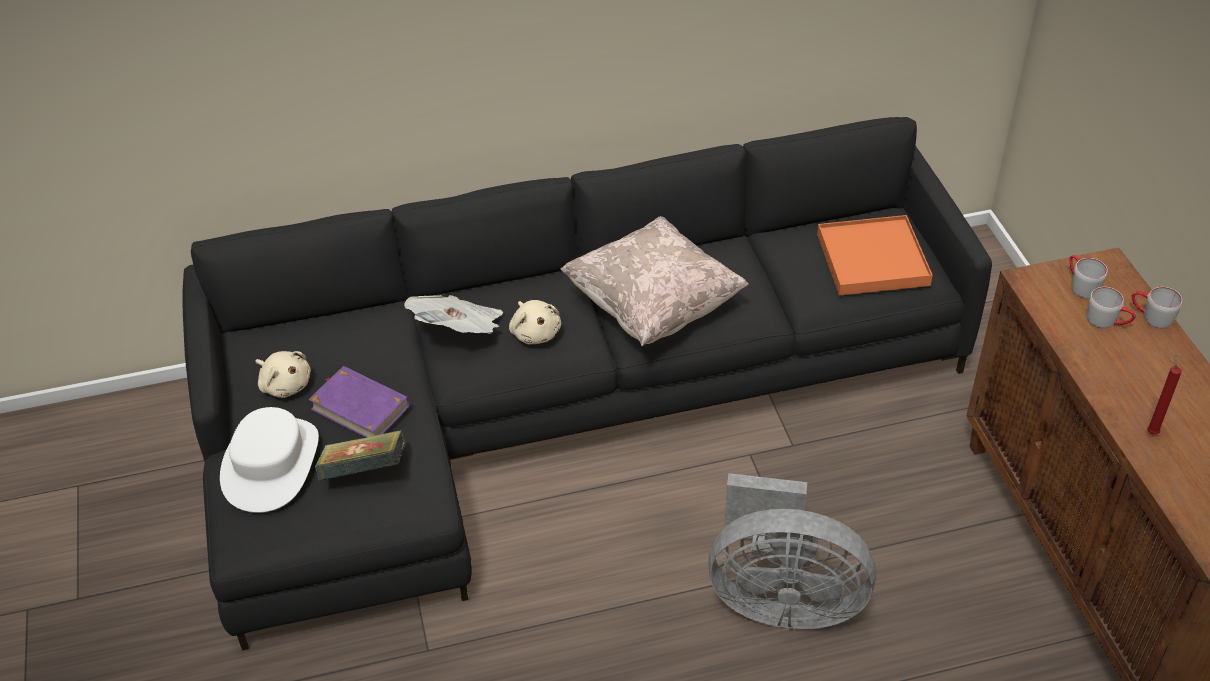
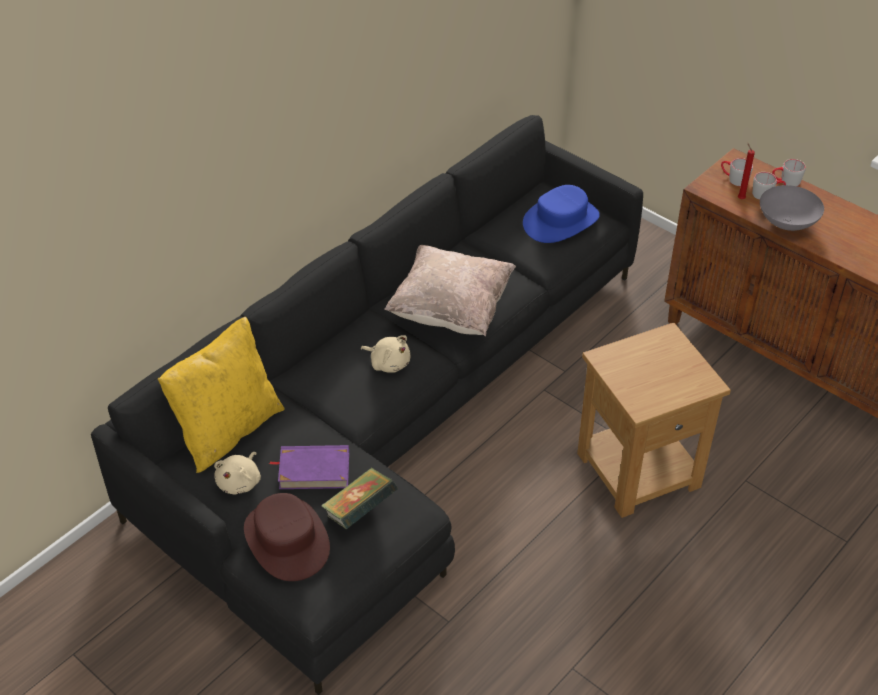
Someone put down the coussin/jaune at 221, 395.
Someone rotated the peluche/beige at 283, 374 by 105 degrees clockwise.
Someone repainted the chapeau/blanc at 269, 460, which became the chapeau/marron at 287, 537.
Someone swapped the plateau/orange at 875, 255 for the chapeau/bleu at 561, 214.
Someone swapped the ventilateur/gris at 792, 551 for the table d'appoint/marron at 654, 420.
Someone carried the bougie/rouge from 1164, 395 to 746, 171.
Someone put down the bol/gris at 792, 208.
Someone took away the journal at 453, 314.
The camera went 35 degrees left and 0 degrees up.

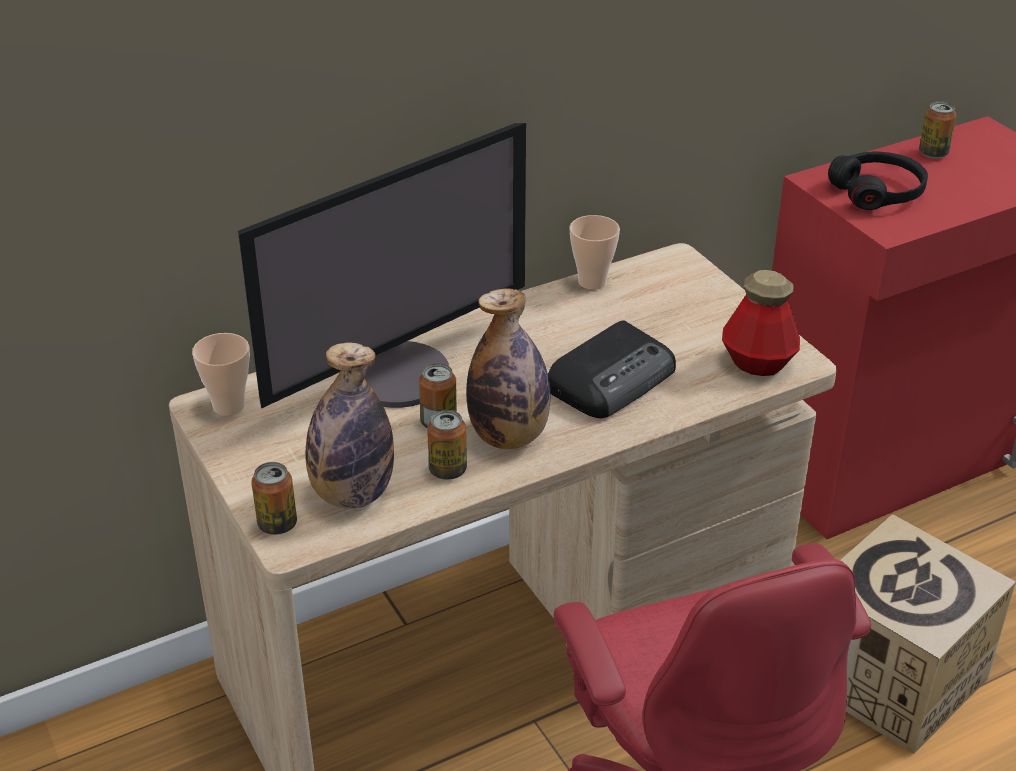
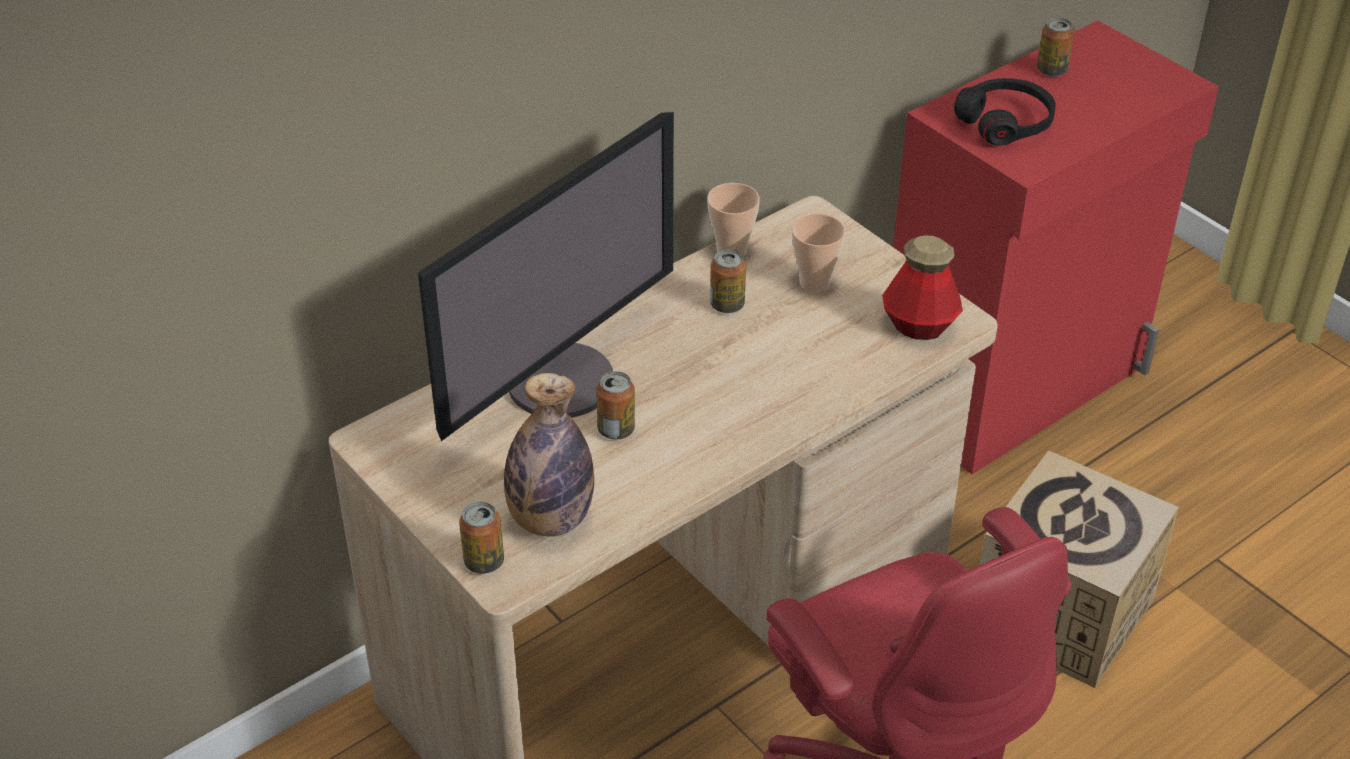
Someone carried the boîte métallique from 447, 445 to 728, 281.
Someone carried the tasse from 221, 374 to 818, 253.
Someone took away the bouteille at 508, 369.
Someone took away the radio at 612, 369.
The camera went 10 degrees left and 5 degrees up.

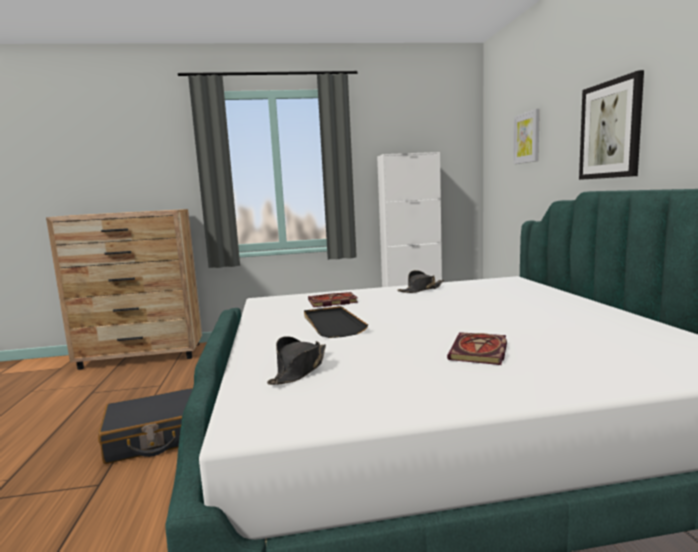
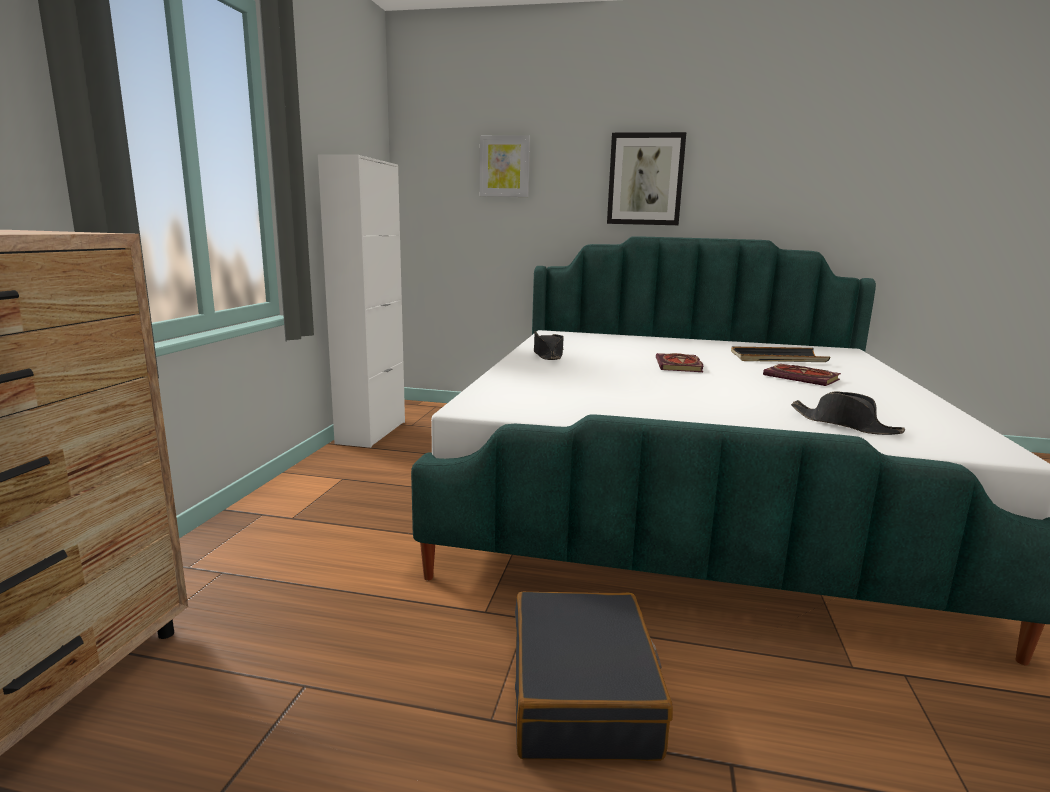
Someone carried the livre from 333, 299 to 680, 362.
Someone carried the plateau/noir from 336, 322 to 780, 354.
The camera went 70 degrees left and 5 degrees up.

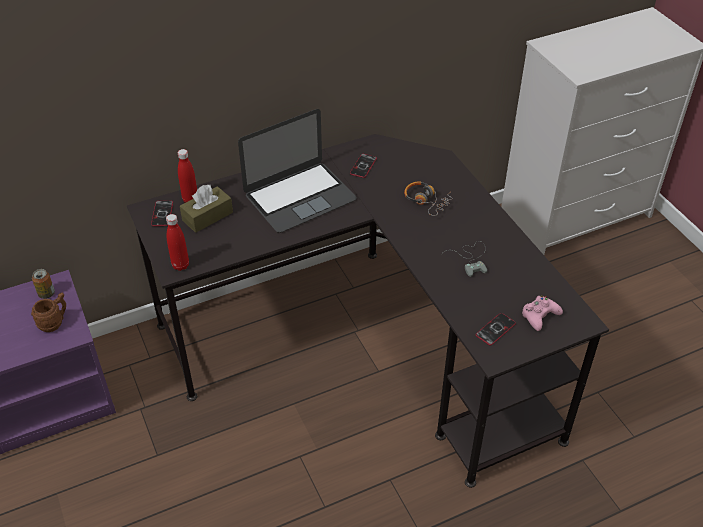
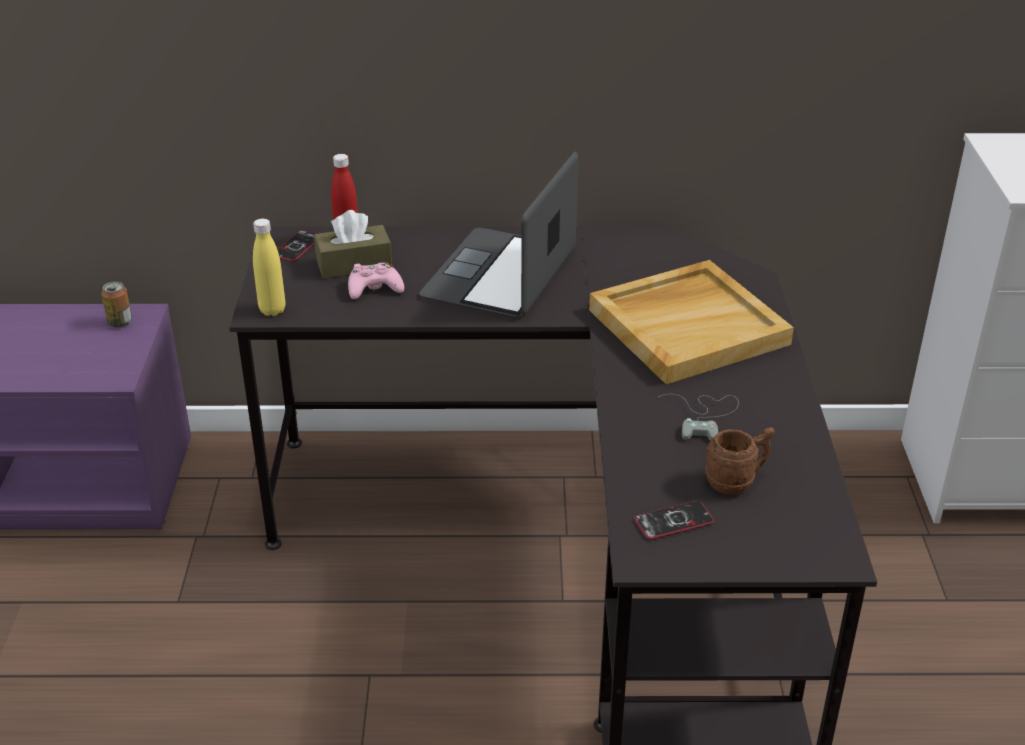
Someone repainted the bouteille/rouge at 177, 242, which became the bouteille/jaune at 269, 267.
Someone carried the manette/rose from 542, 313 to 376, 280.
Someone rotated the ordinateur portable at 297, 171 by 120 degrees clockwise.
Someone swapped the casque audio at 428, 198 for the plateau/beige at 691, 322.
Someone carried the mug/marron from 48, 312 to 740, 461.
Someone took away the téléphone at 363, 166.
The camera went 25 degrees right and 10 degrees down.

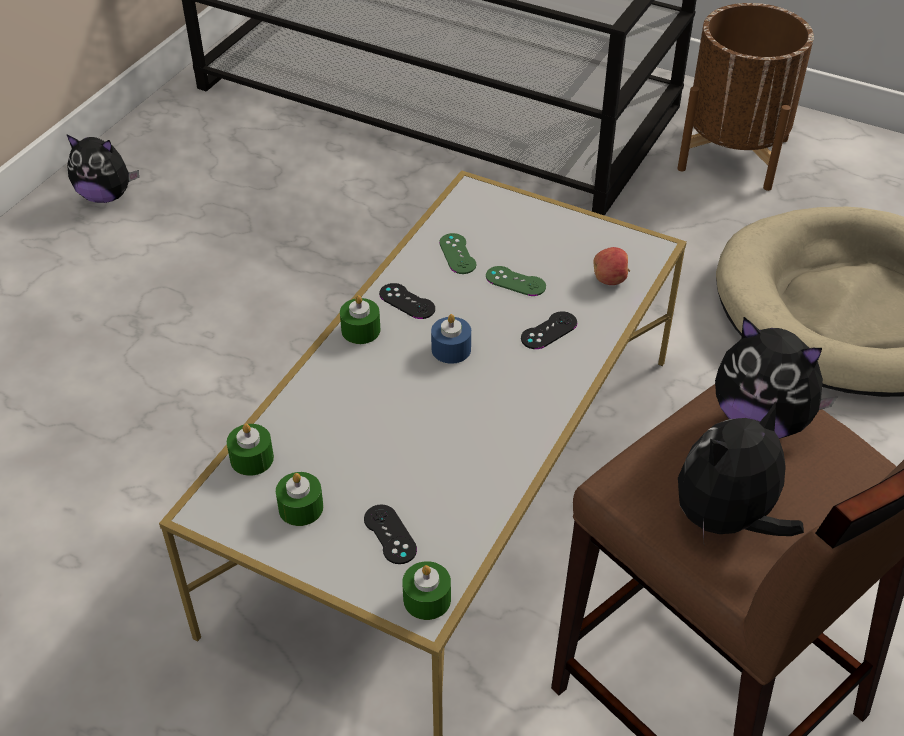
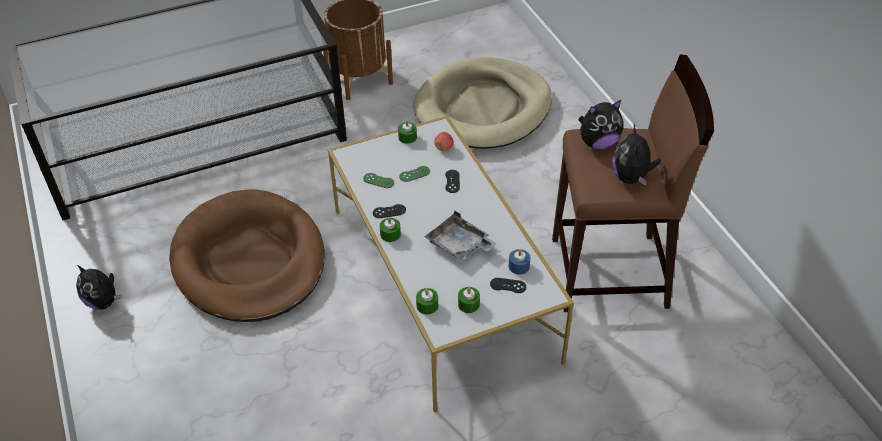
Someone rotated the peluche at 102, 168 by 75 degrees clockwise.
Someone put down the panier pour chien/marron at 247, 255.
Someone carried the bougie/vert from 426, 590 to 407, 132.
Someone put down the plateau/gris at 460, 235.
Someone carried the bougie/bleu from 451, 339 to 519, 262.
The camera went 50 degrees left and 0 degrees up.

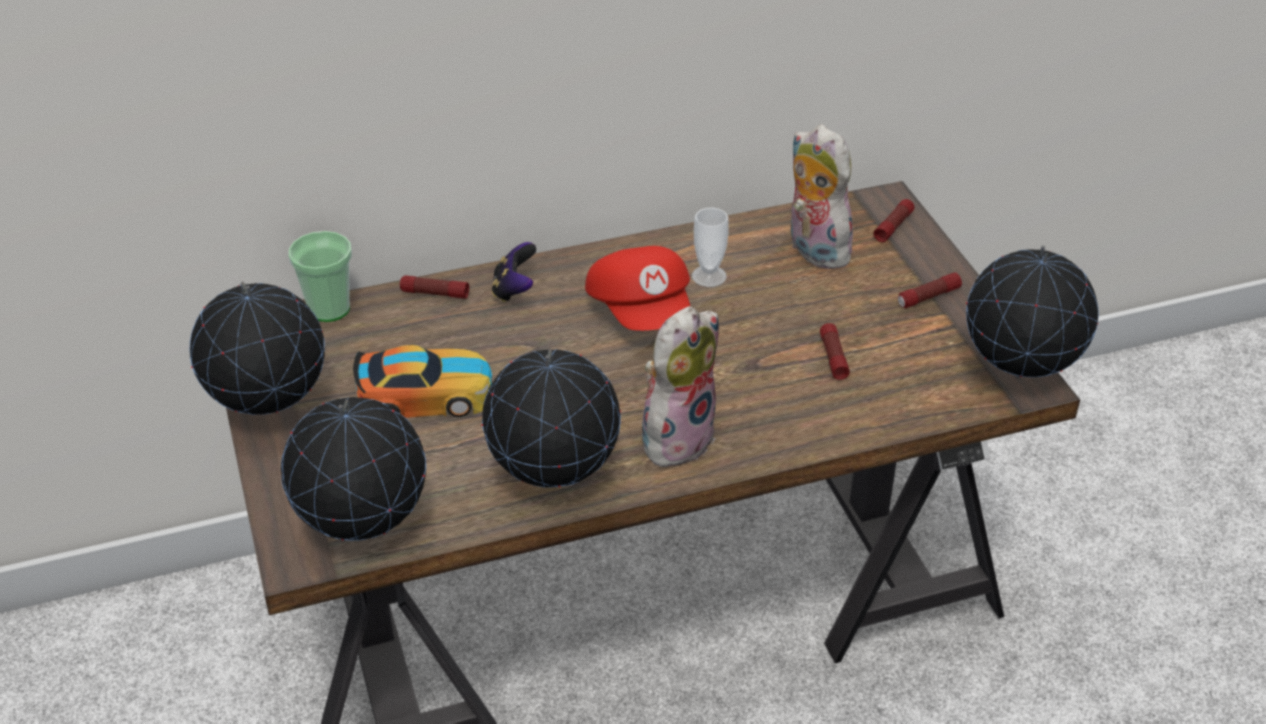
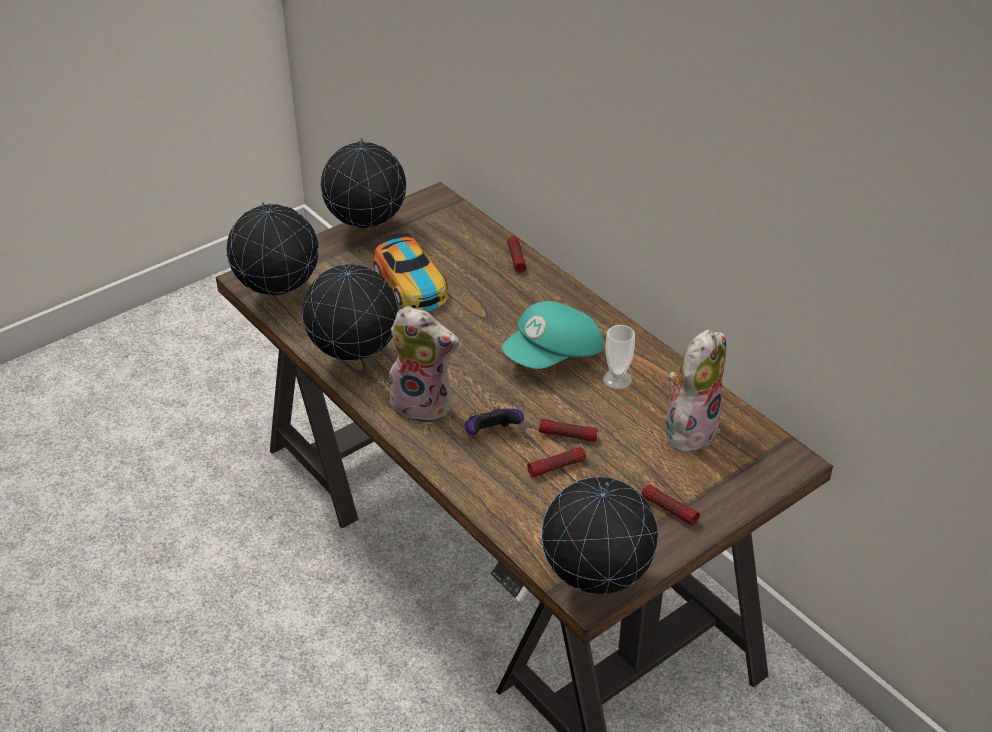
Someone carried the manette from 514, 272 to 494, 420.
Someone repainted the casquette/rouge at 638, 288, which became the casquette/turquoise at 552, 335.
Someone carried the lampe de poche from 894, 220 to 568, 430.
Someone took away the tasse at 320, 276.
The camera went 70 degrees right and 0 degrees up.

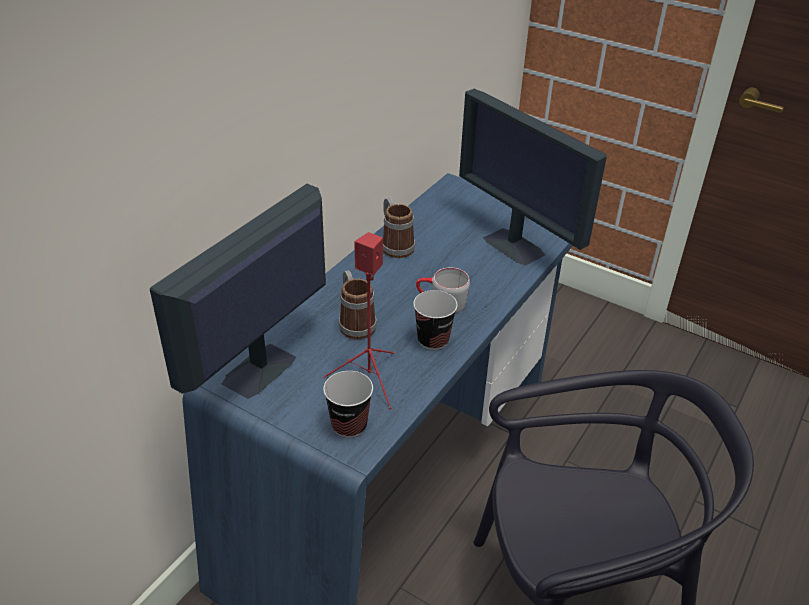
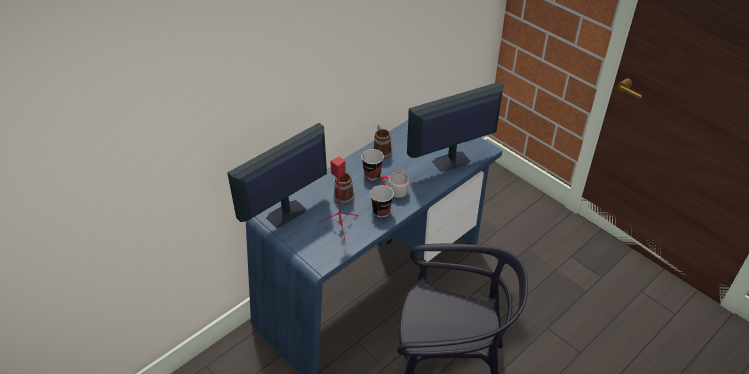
Someone carried the tasse from 348, 404 to 372, 164.
Someone rotated the écran d'ordinateur at 533, 177 by 90 degrees clockwise.
The camera went 15 degrees right and 5 degrees up.

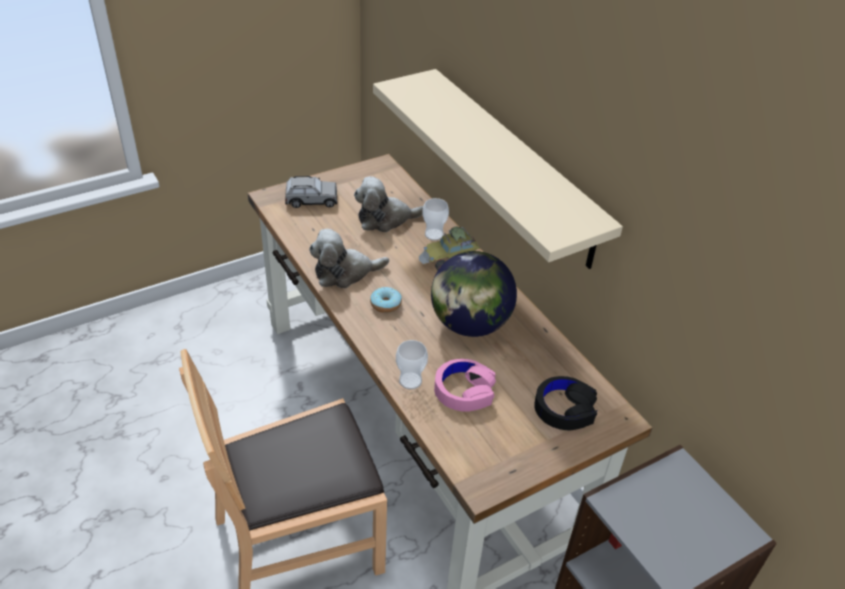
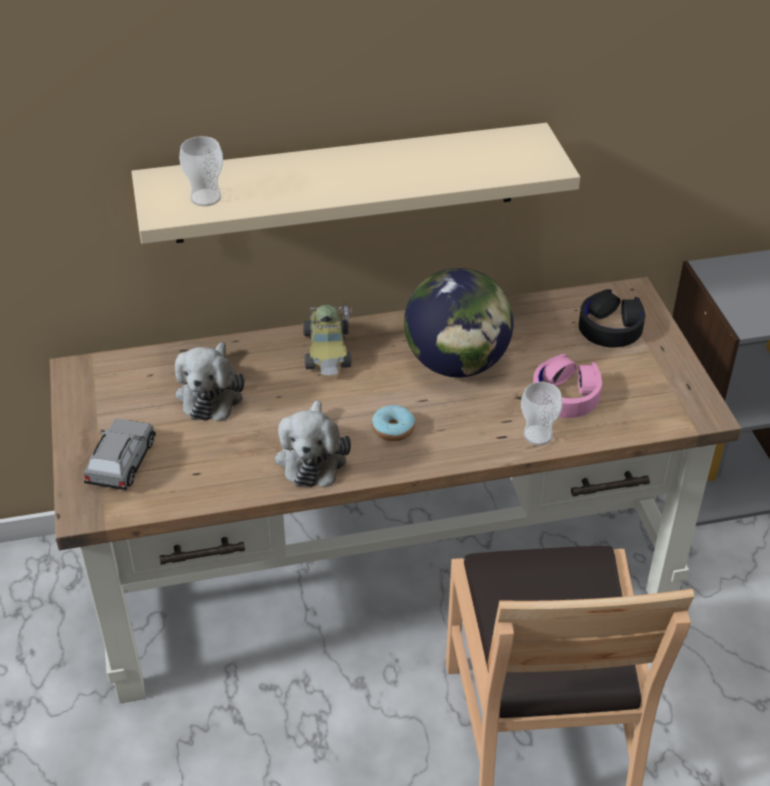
Someone carried the tasse from 435, 219 to 201, 171.
The camera went 70 degrees left and 0 degrees up.

